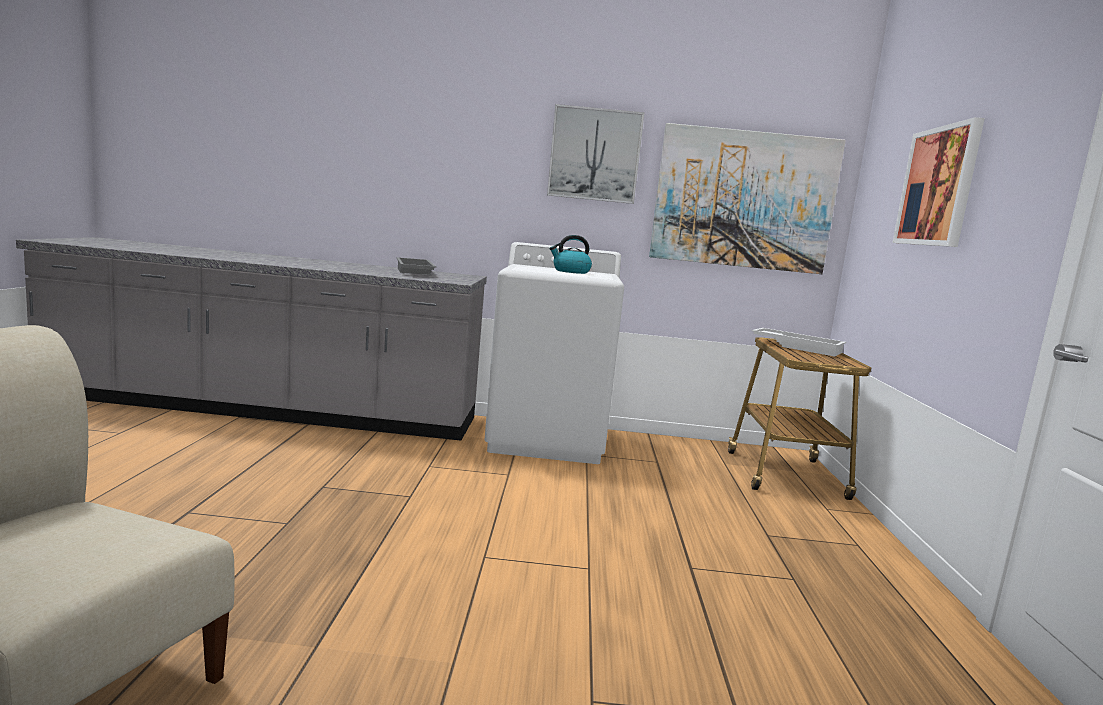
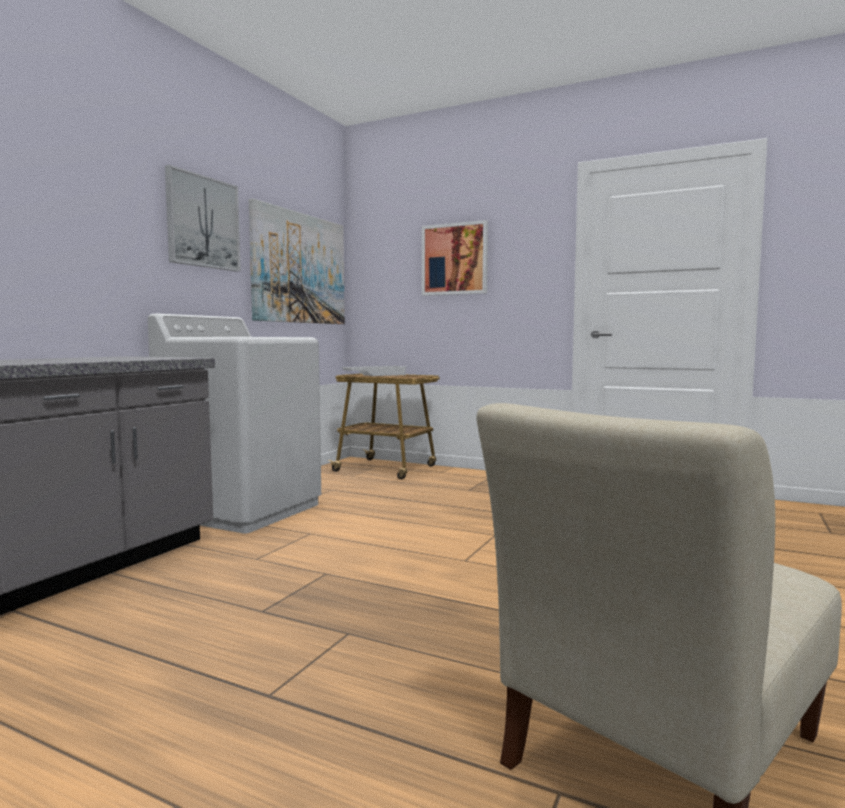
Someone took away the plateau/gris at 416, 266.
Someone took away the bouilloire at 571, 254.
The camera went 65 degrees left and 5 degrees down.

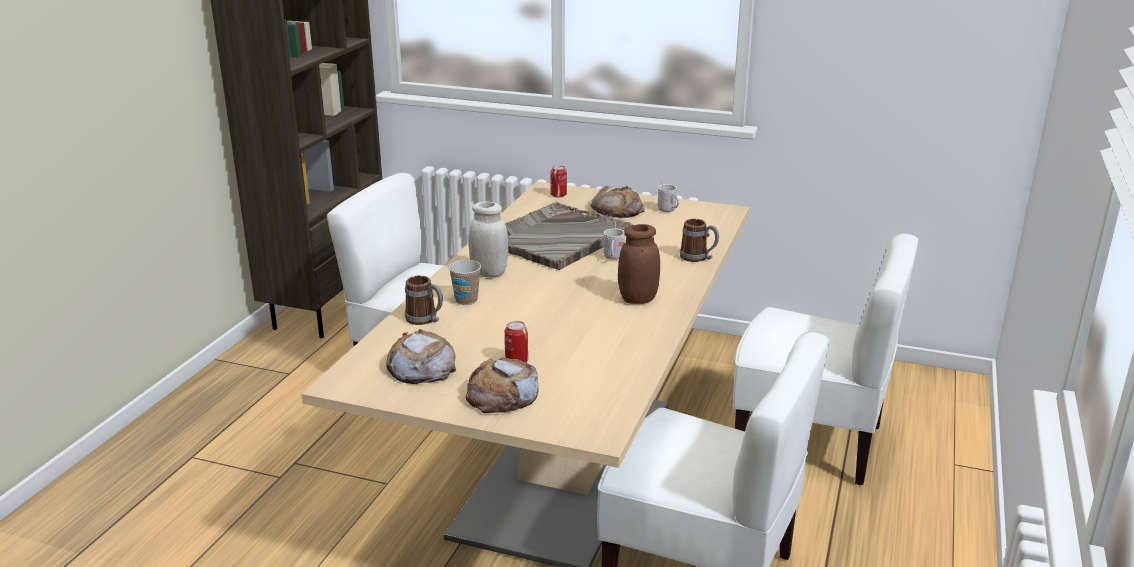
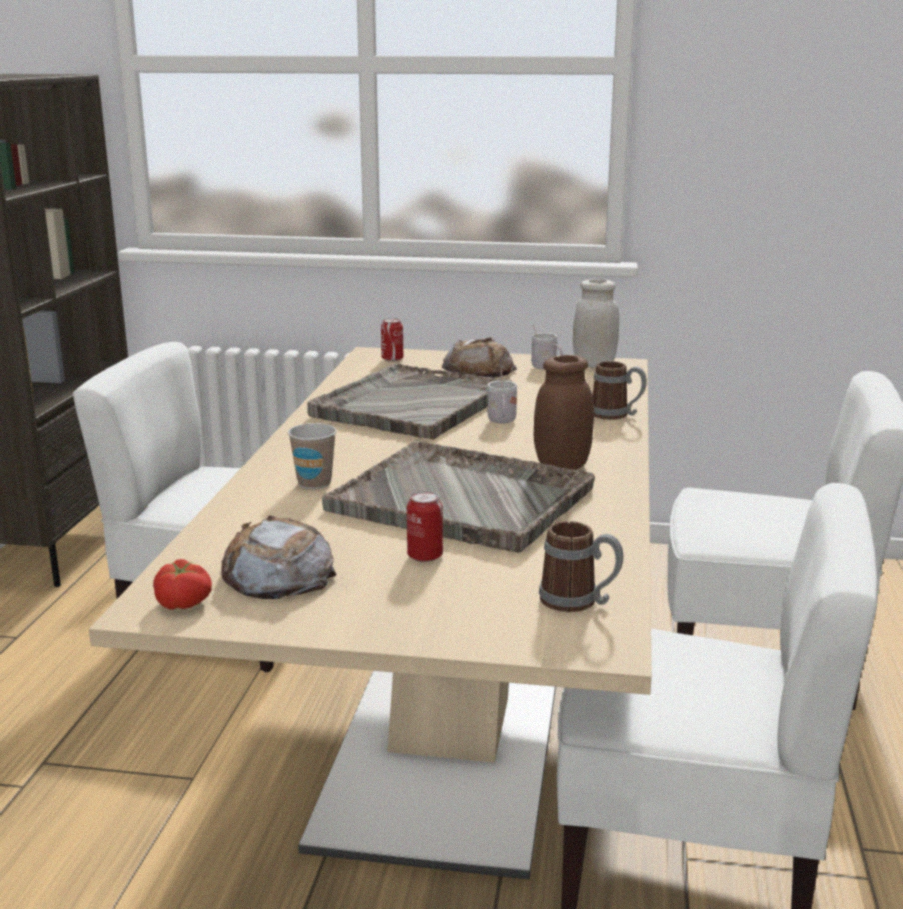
Someone put down the tomate at 182, 584.
Someone put down the plateau/gris at 458, 497.
Someone carried the mug from 424, 300 to 581, 566.
Someone carried the bocal/blanc from 488, 239 to 596, 323.
Someone took away the pain at 502, 385.
The camera went 10 degrees left and 5 degrees down.

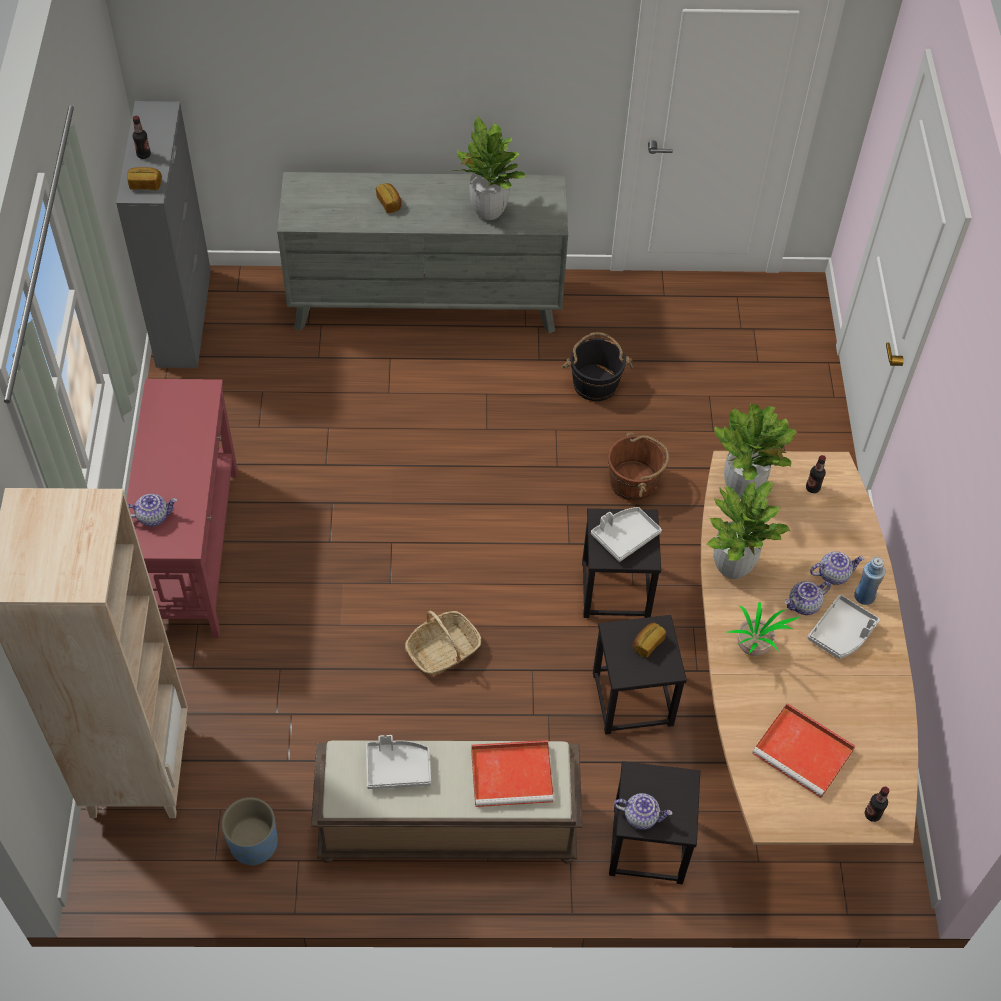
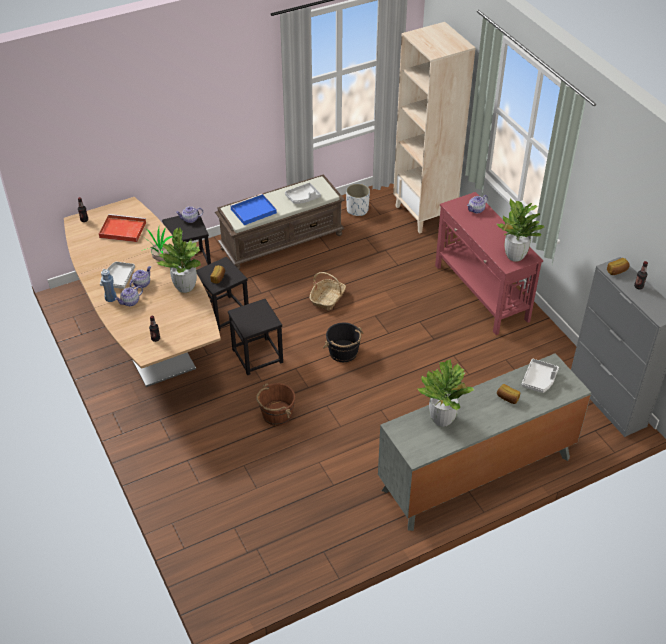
Someone repainted the plateau/rouge at 512, 773, which became the plateau/bleu at 253, 209.
Someone carried the seau/noir from 598, 366 to 343, 342.
Someone repainted the cache-pot/bleu at 250, 831, which became the cache-pot/blanc at 358, 199.
Someone carried the plante en pot from 755, 451 to 520, 230.
Someone carried the plateau/gris from 626, 534 to 540, 376.
The camera went 155 degrees right and 10 degrees down.

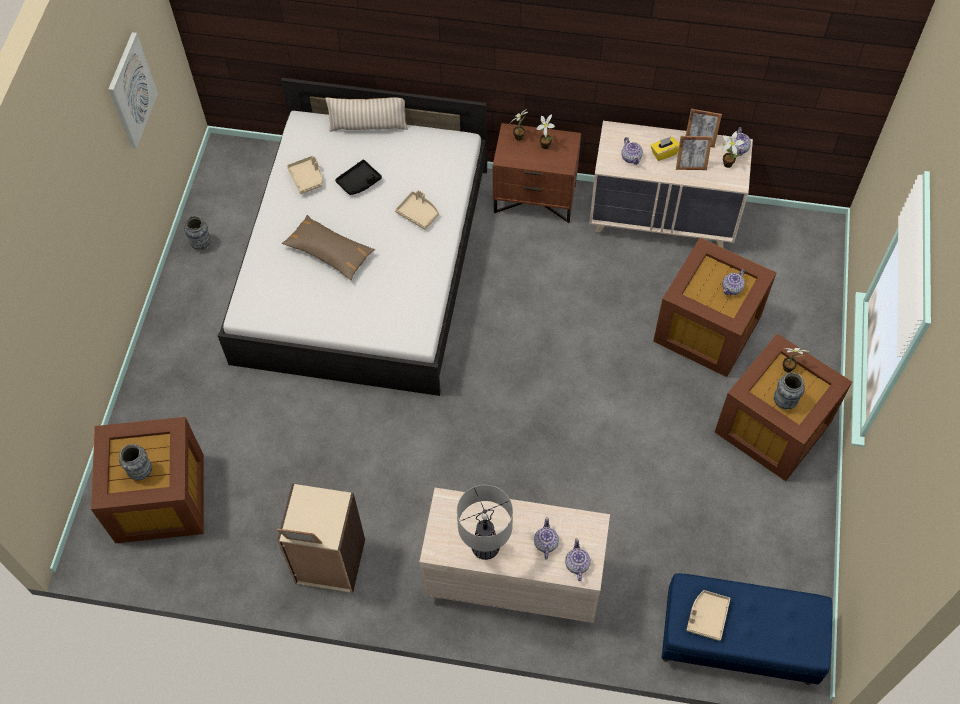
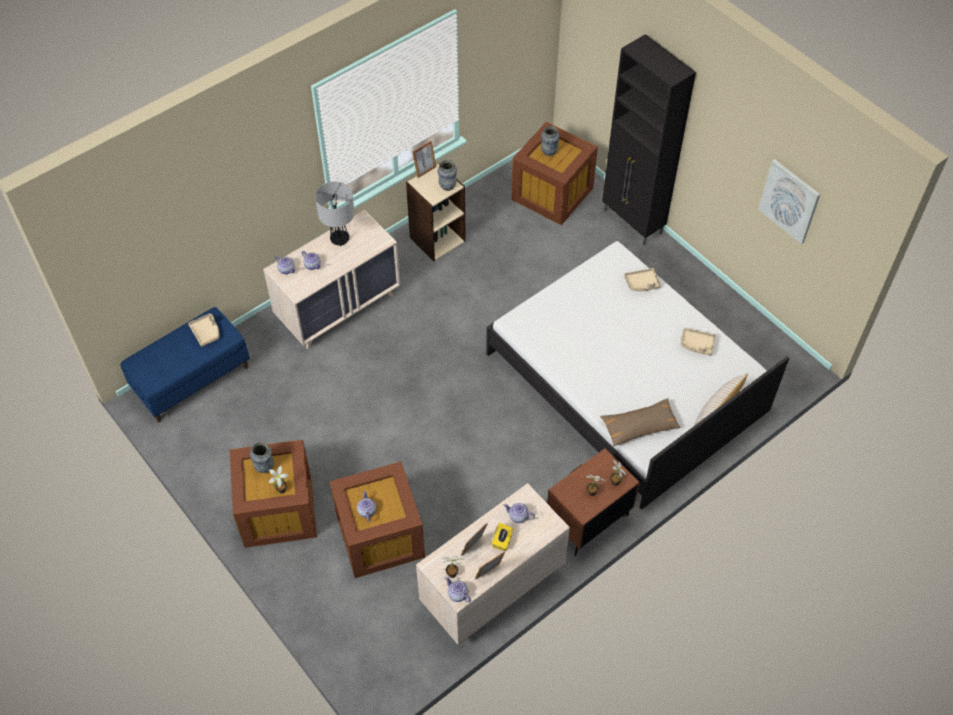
Someone carried the vase from 197, 233 to 447, 175.
Someone carried the coussin/marron from 328, 247 to 640, 422.
Someone put down the meuble de rangement/noir at 649, 139.
Someone carried the plateau/beige from 417, 210 to 642, 279.
Someone took away the plateau/noir at 358, 177.
The camera went 130 degrees right and 5 degrees down.

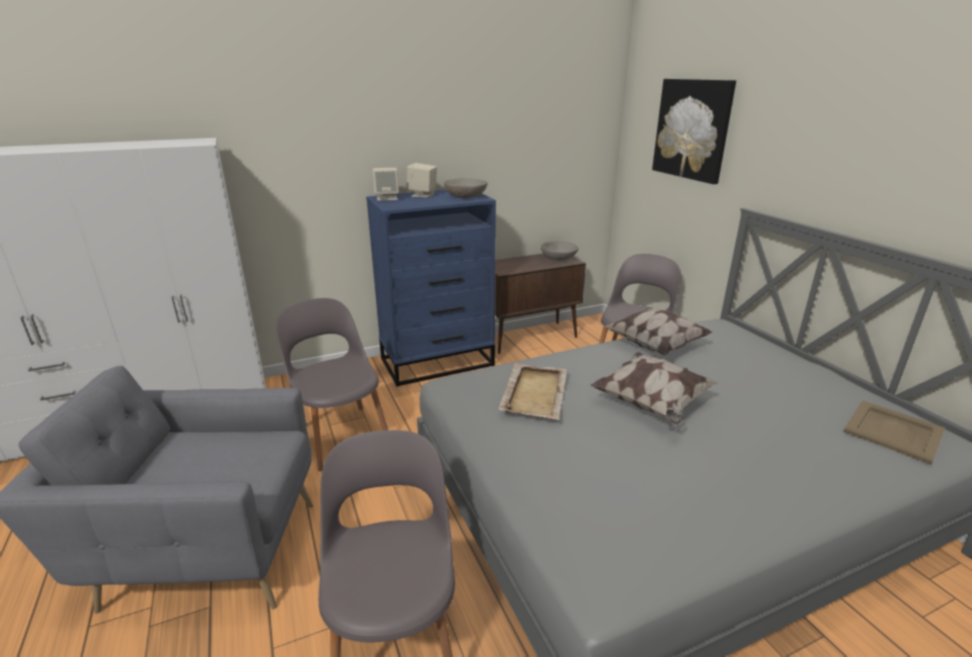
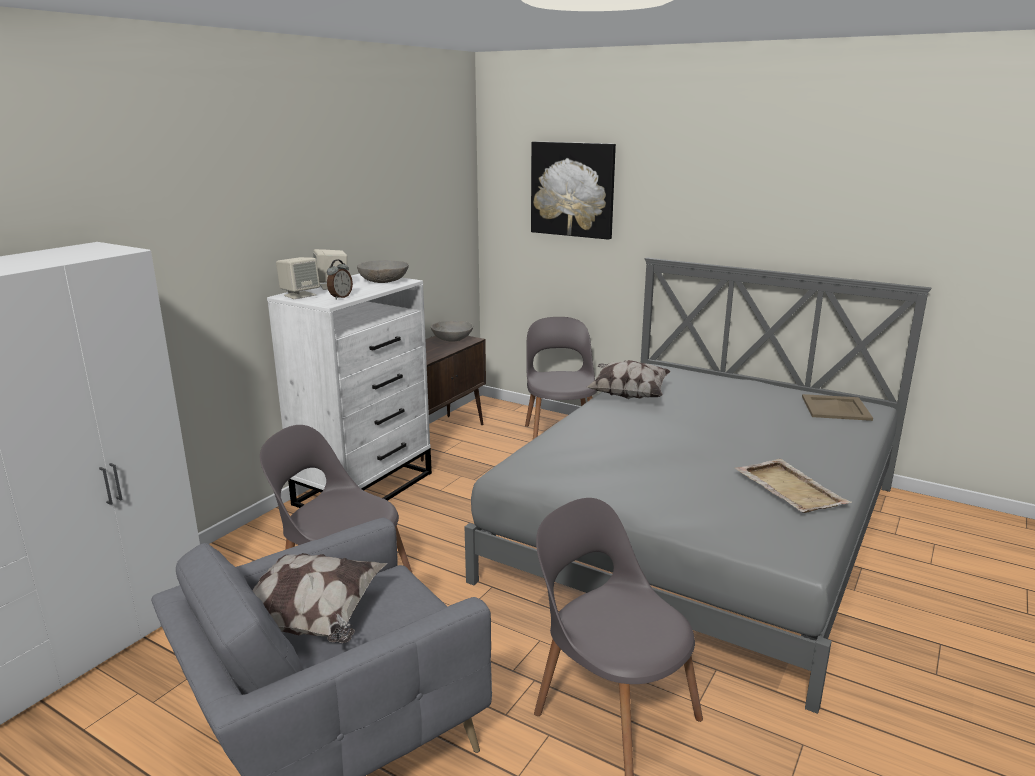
Someone carried the coussin from 654, 388 to 319, 598.
Someone repainted the commode/bleu at 431, 288, which became the commode/blanc at 349, 391.
Someone put down the réveil at 340, 279.
Someone carried the plateau/beige from 533, 391 to 793, 486.
The camera went 35 degrees left and 5 degrees down.

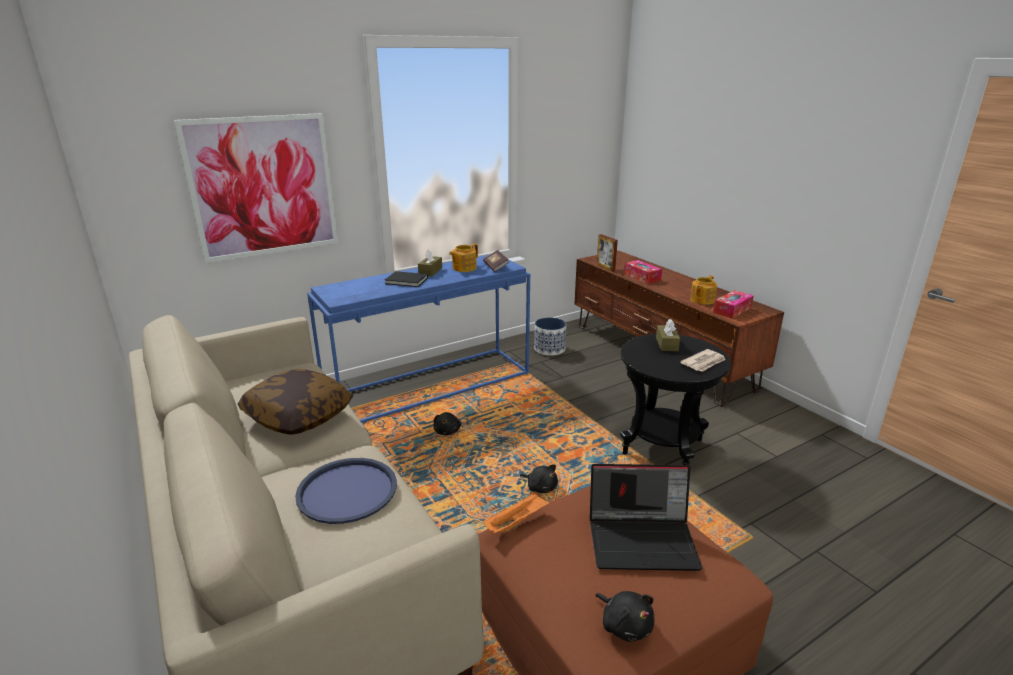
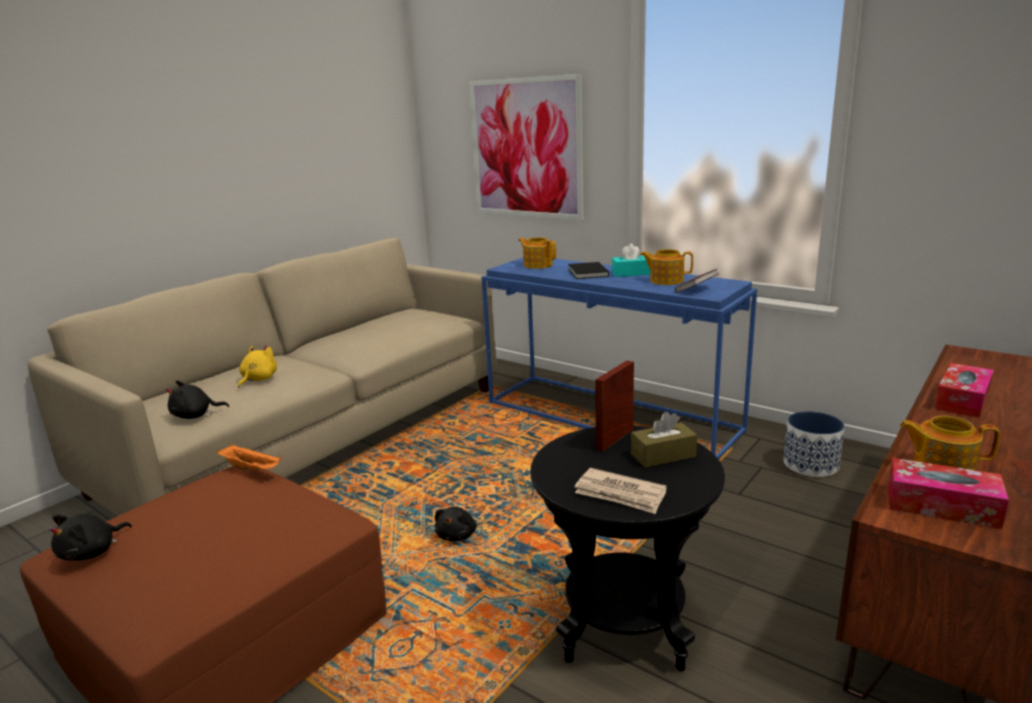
Someone carried the peluche/noir from 447, 423 to 197, 399.
Someone swapped the plateau/bleu at 346, 491 for the peluche/jaune at 257, 367.
Someone put down the théière at 537, 253.
Someone carried the cadre photo from 607, 253 to 614, 406.
Someone repainted the boîte à mouchoirs/marron at 430, 263, which became the boîte à mouchoirs/turquoise at 631, 260.
Someone took away the coussin at 295, 402.
Someone took away the ordinateur portable at 646, 517.
The camera went 70 degrees right and 5 degrees down.

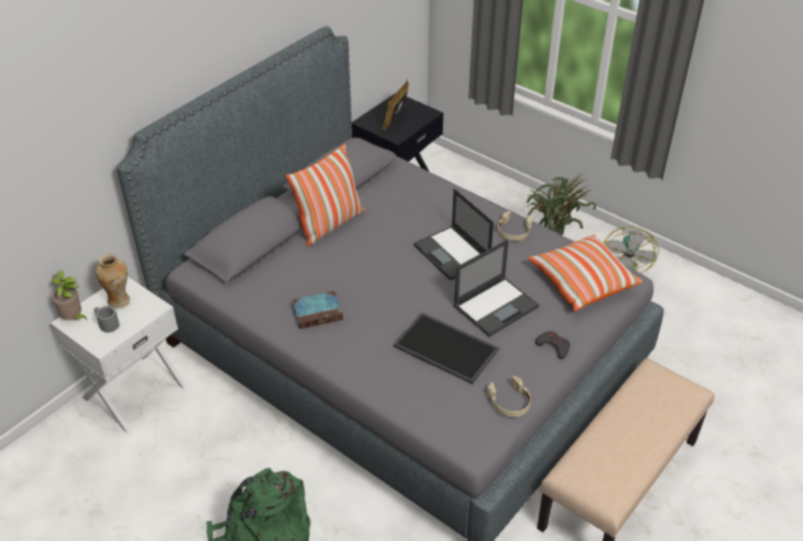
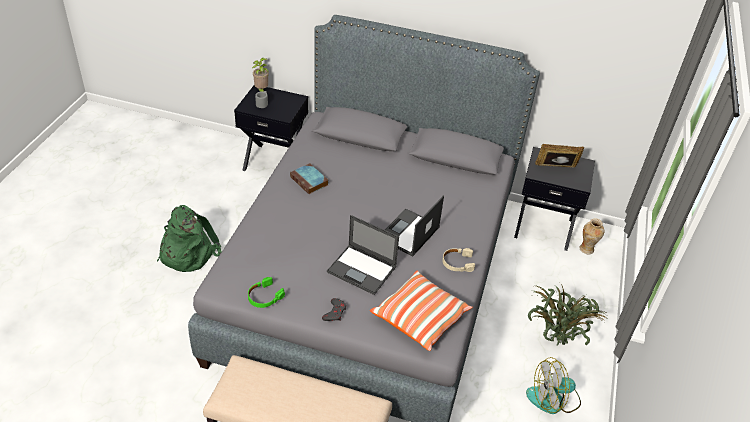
Someone repainted the table de chevet/blanc at 119, 355, which became the table de chevet/noir at 271, 128.
Someone repainted the casque audio/beige at 509, 396, which became the casque audio/vert at 266, 292.
Someone carried the vase from 112, 281 to 592, 236.
Someone took away the coussin at 325, 195.
Someone took away the plateau at 446, 348.
The camera went 65 degrees right and 0 degrees up.

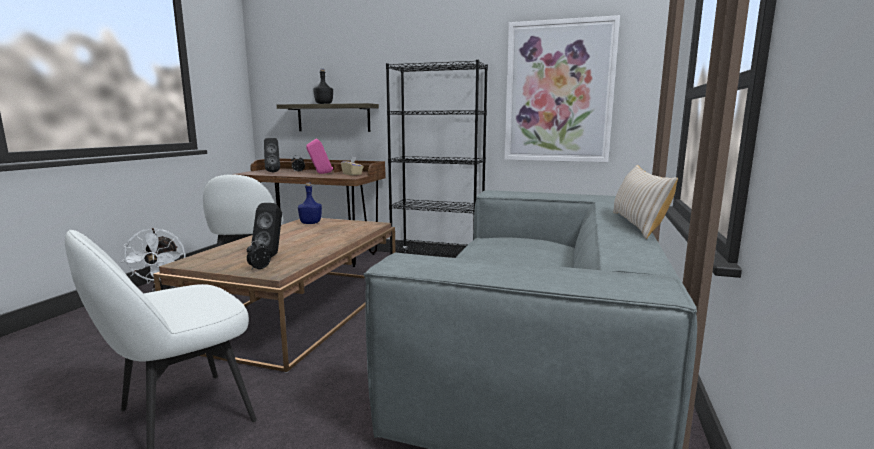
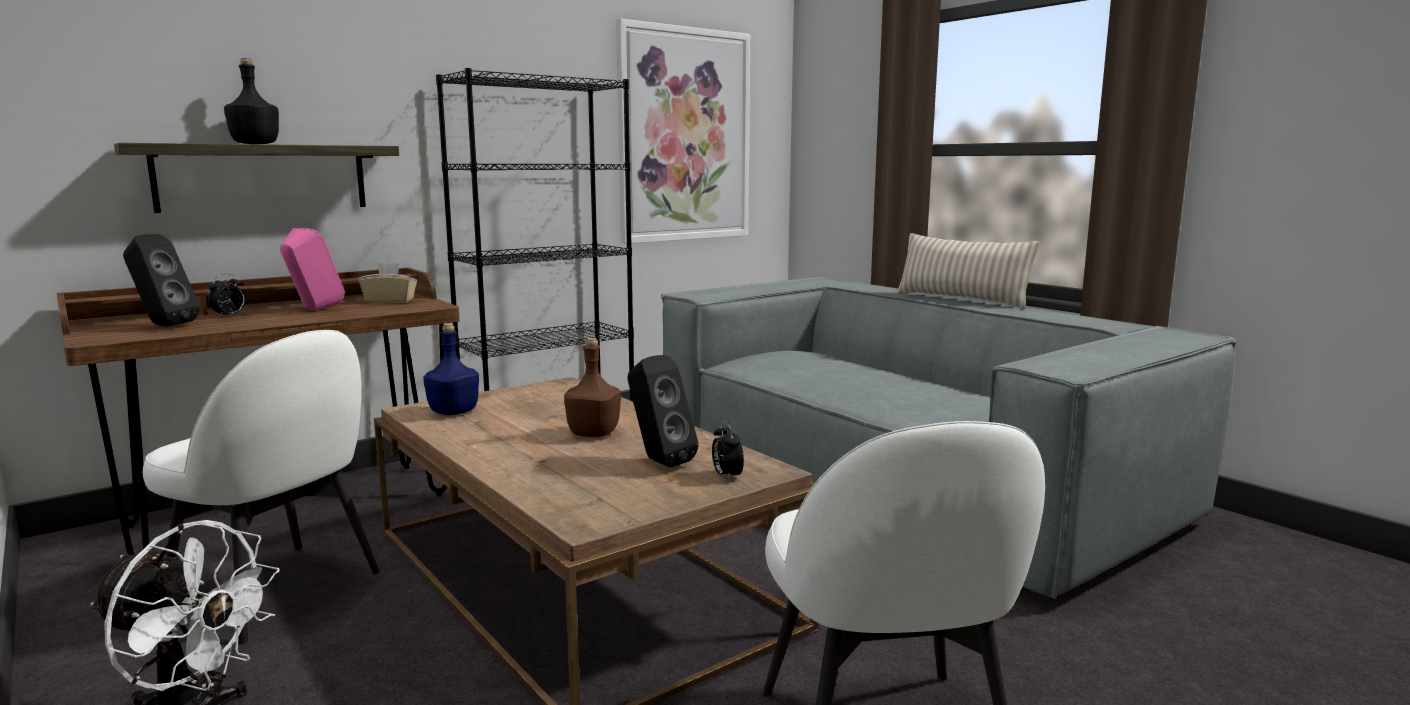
Someone put down the bouteille/marron at 592, 387.
The camera went 55 degrees left and 0 degrees up.

